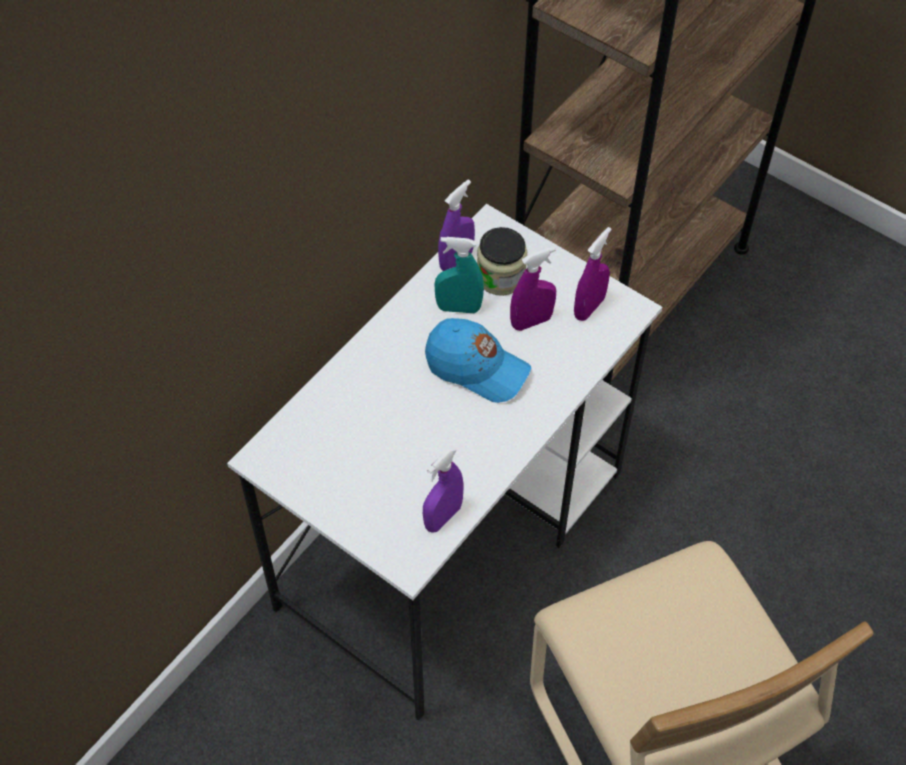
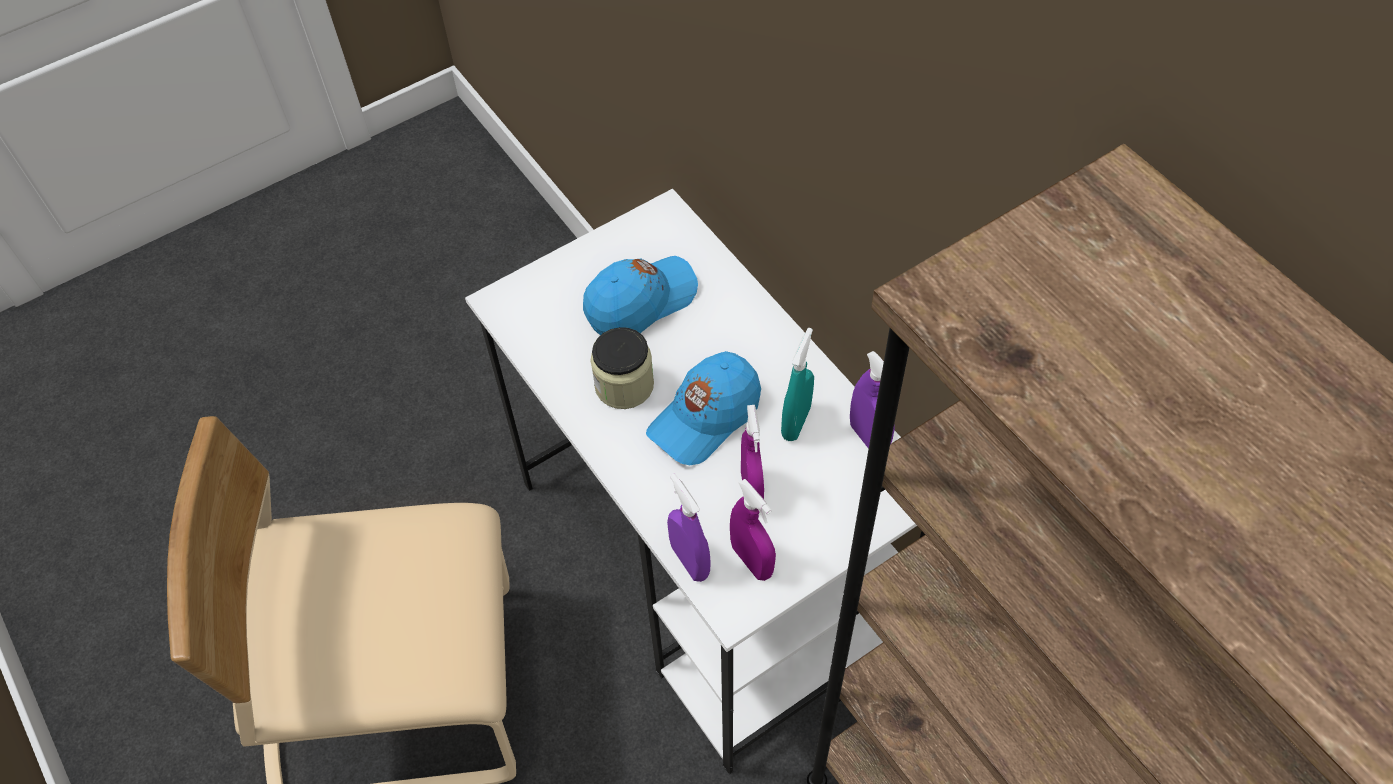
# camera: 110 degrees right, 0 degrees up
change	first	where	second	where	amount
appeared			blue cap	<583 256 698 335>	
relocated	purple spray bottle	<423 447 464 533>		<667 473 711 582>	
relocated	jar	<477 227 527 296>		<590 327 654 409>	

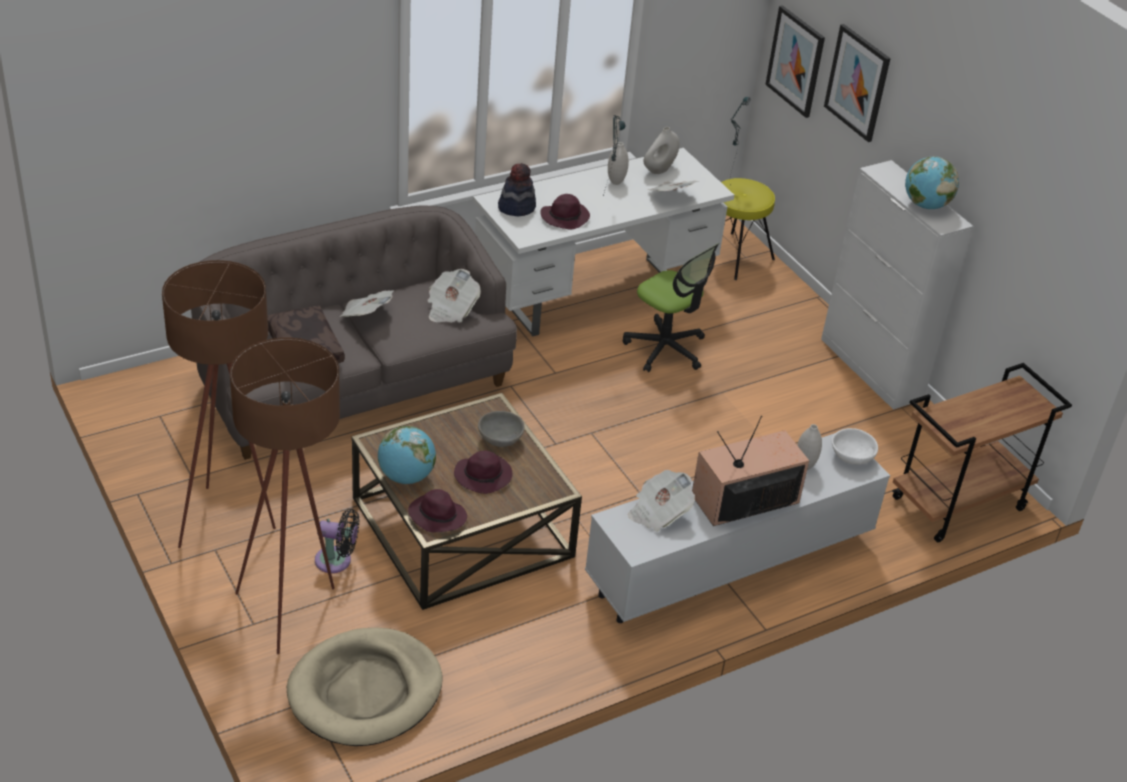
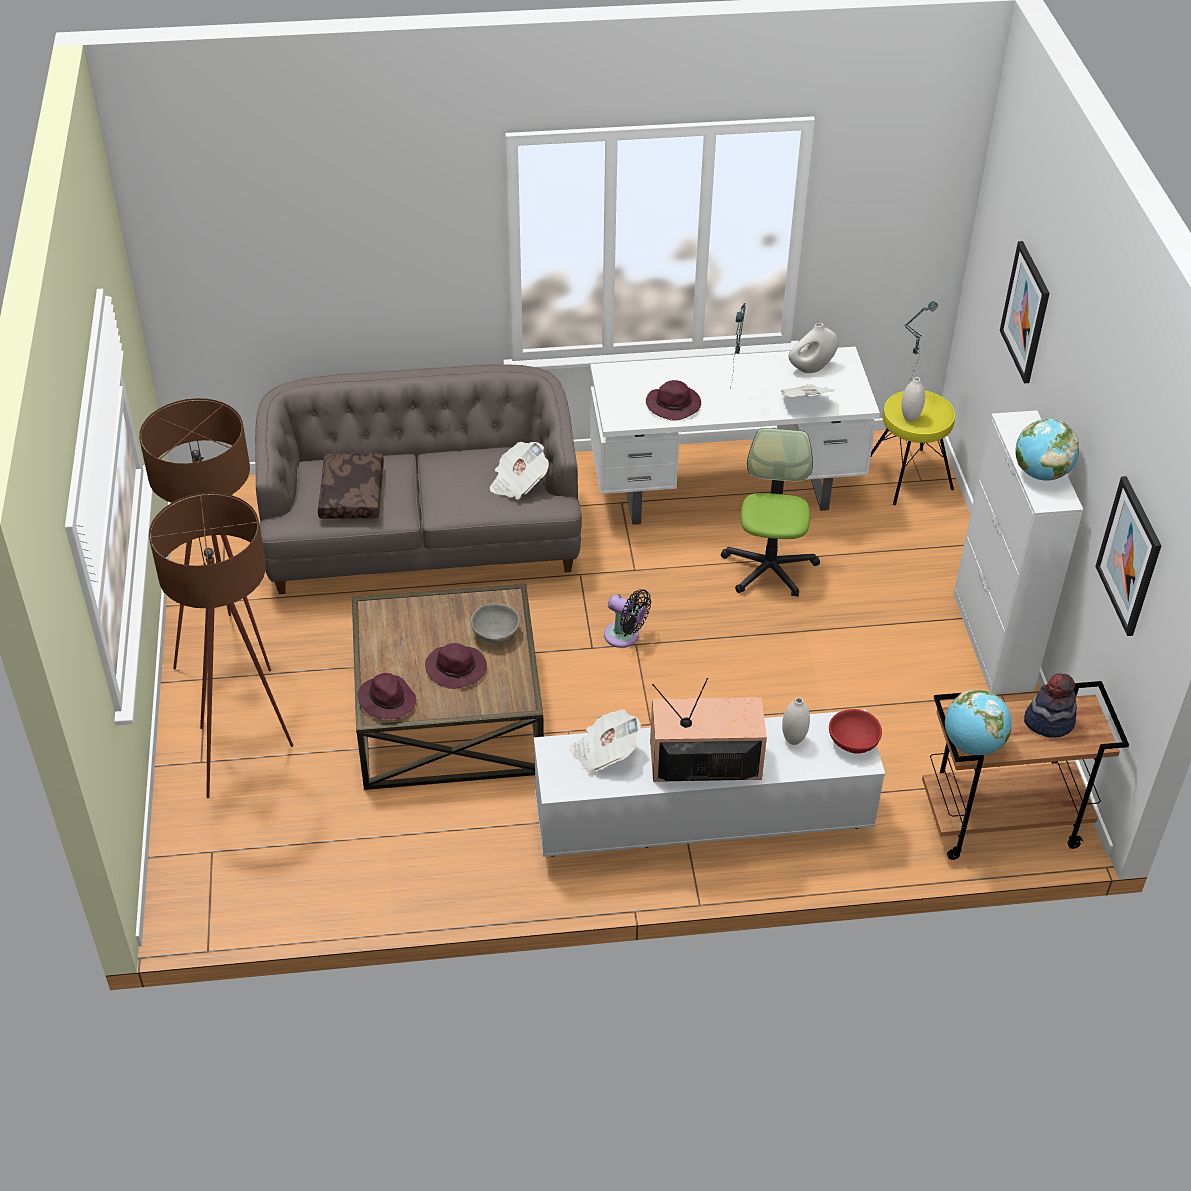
# camera: 25 degrees right, 5 degrees up
change	first	where	second	where	amount
missing	beige dog bed	<287 628 443 746>			
missing	newspaper	<340 290 394 317>			
relocated	black fan	<315 509 359 573>		<604 589 651 648>	
relocated	globe	<378 426 436 484>		<945 690 1012 755>	
relocated	hat	<498 163 536 216>		<1024 673 1077 737>	
relocated	white vase	<608 142 629 185>		<901 377 925 422>	
relocated	picture	<765 5 825 118>		<1095 476 1162 636>	
colour	white bowl	<832 428 878 465>	red bowl	<829 709 882 754>	
spun	office chair	<623 243 719 372>		<721 428 820 597>	150 degrees counterclockwise

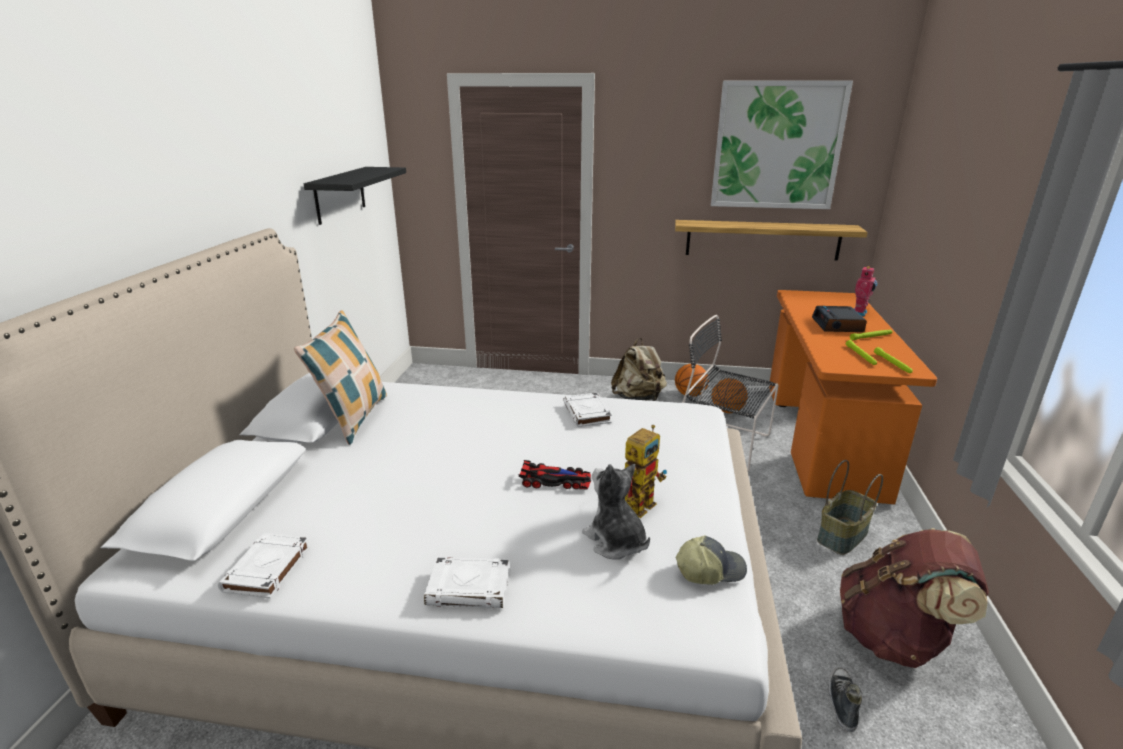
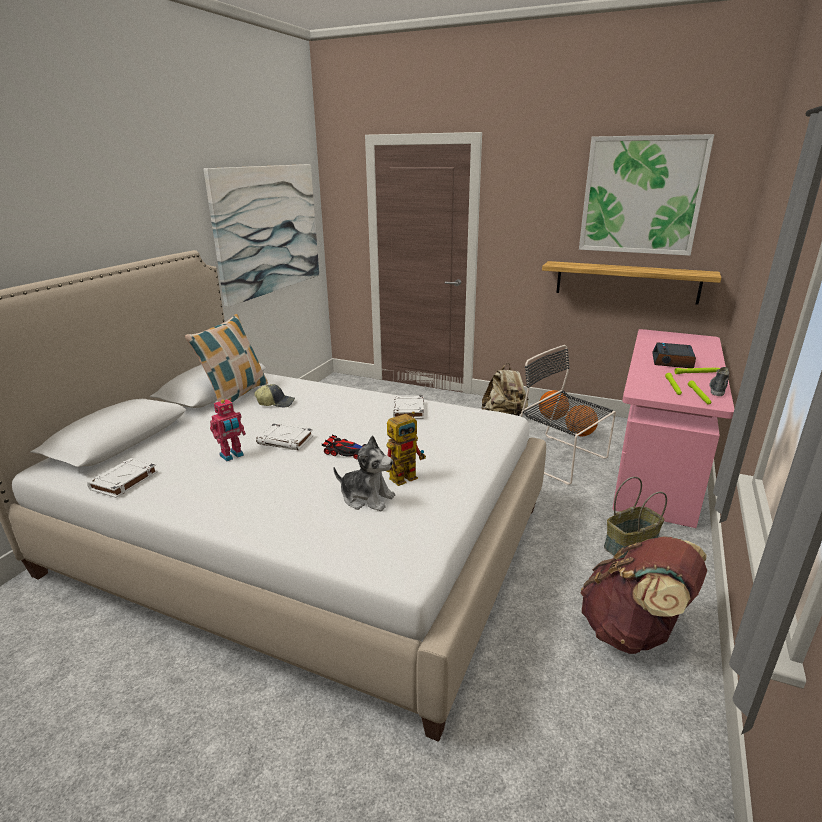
# camera: 15 degrees right, 0 degrees up
change	first	where	second	where	amount
relocated	white book	<424 557 510 609>		<256 423 313 450>	
relocated	cap	<676 536 747 585>		<254 384 295 408>	
relocated	shoe	<828 667 862 732>		<709 367 730 396>	
relocated	toy robot	<854 266 878 316>		<210 399 246 461>	
exchanged	black shelf	<304 167 406 225>	picture	<204 164 319 307>	
colour	orange desk	<769 290 937 504>	pink desk	<612 329 734 528>	
spun	plush toy	<582 464 650 559>		<333 436 395 511>	135 degrees clockwise

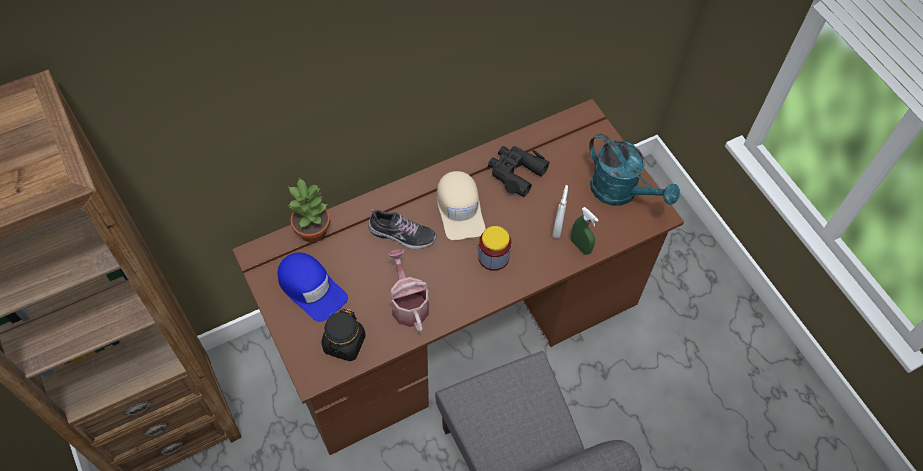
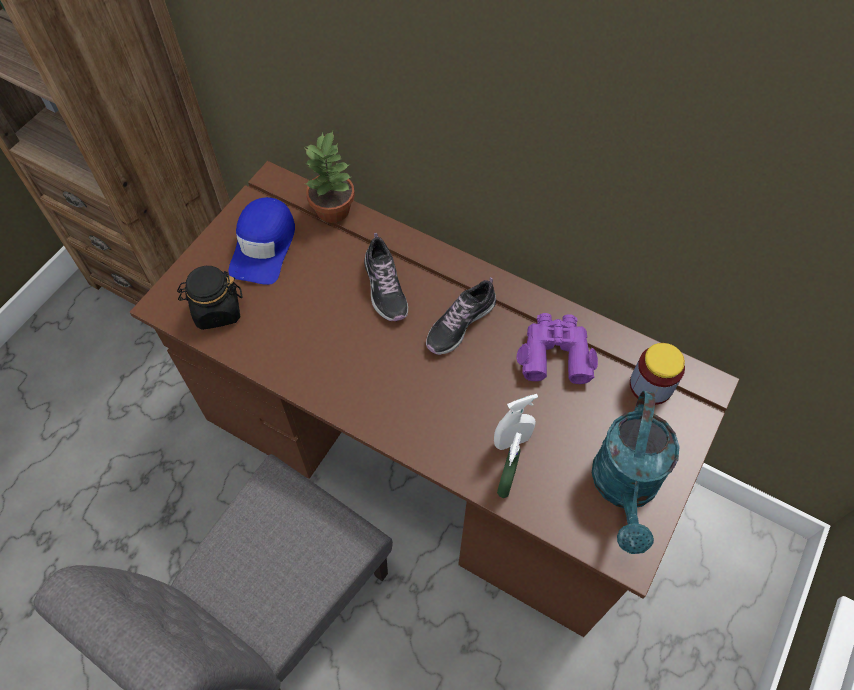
# camera: 60 degrees right, 0 degrees up
change	first	where	second	where	amount
missing	watering can	<388 249 431 333>			
relocated	jar	<478 226 511 271>		<630 343 685 405>	
exchanged	beige cap	<437 171 486 240>	shoe	<426 277 496 355>	
colour	black binoculars	<488 146 550 197>	purple binoculars	<517 313 598 384>	

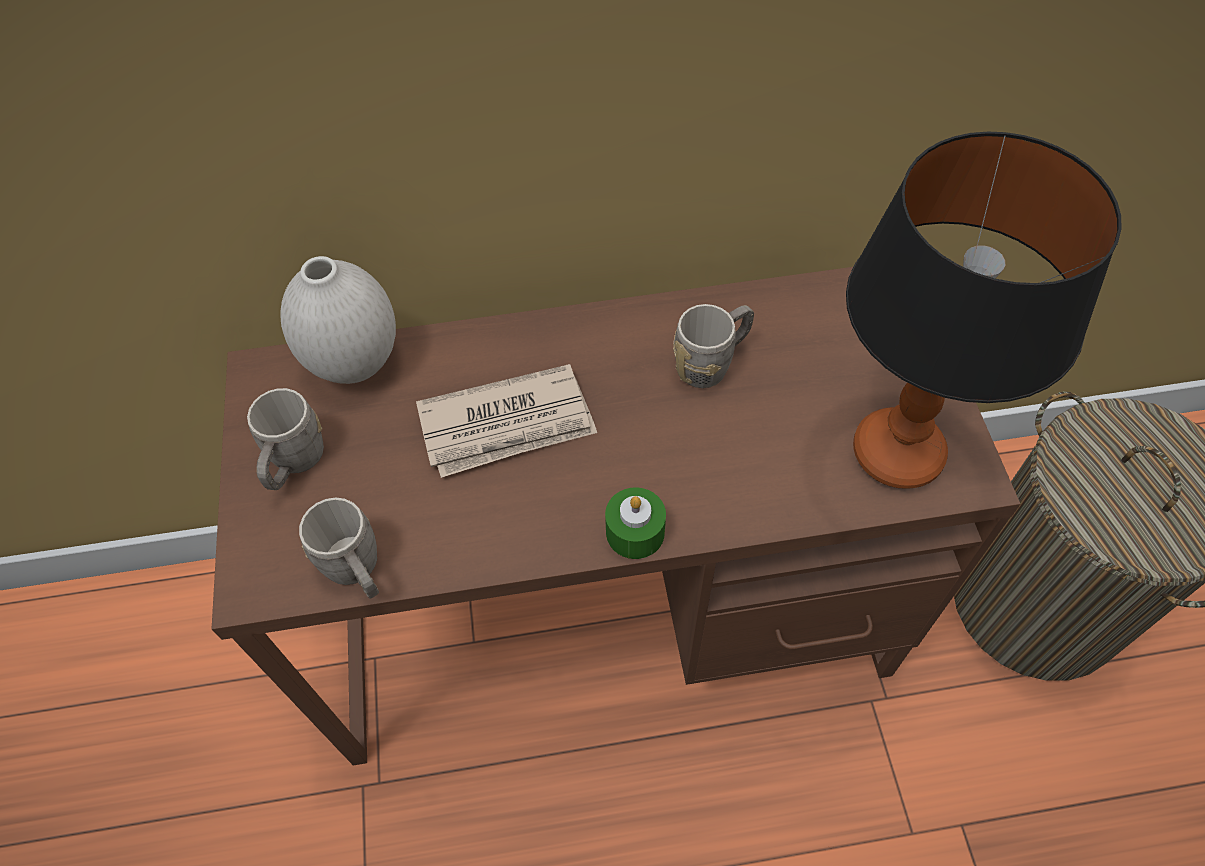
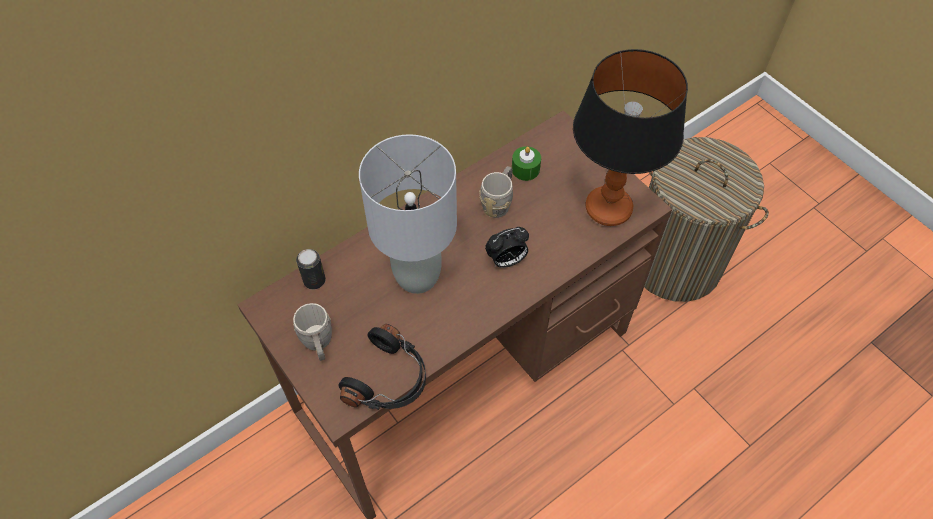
# camera: 30 degrees left, 0 degrees up
change	first	where	second	where	amount
appeared			alarm clock	<485 227 529 268>	
relocated	green candle	<605 487 666 559>		<512 146 541 181>	
exchanged	white vase	<280 256 396 384>	can	<296 249 326 289>	
exchanged	grey mug	<299 497 379 599>	black headphones	<338 324 426 410>	
exchanged	newspaper	<416 364 597 478>	grey table lamp	<359 134 457 294>	

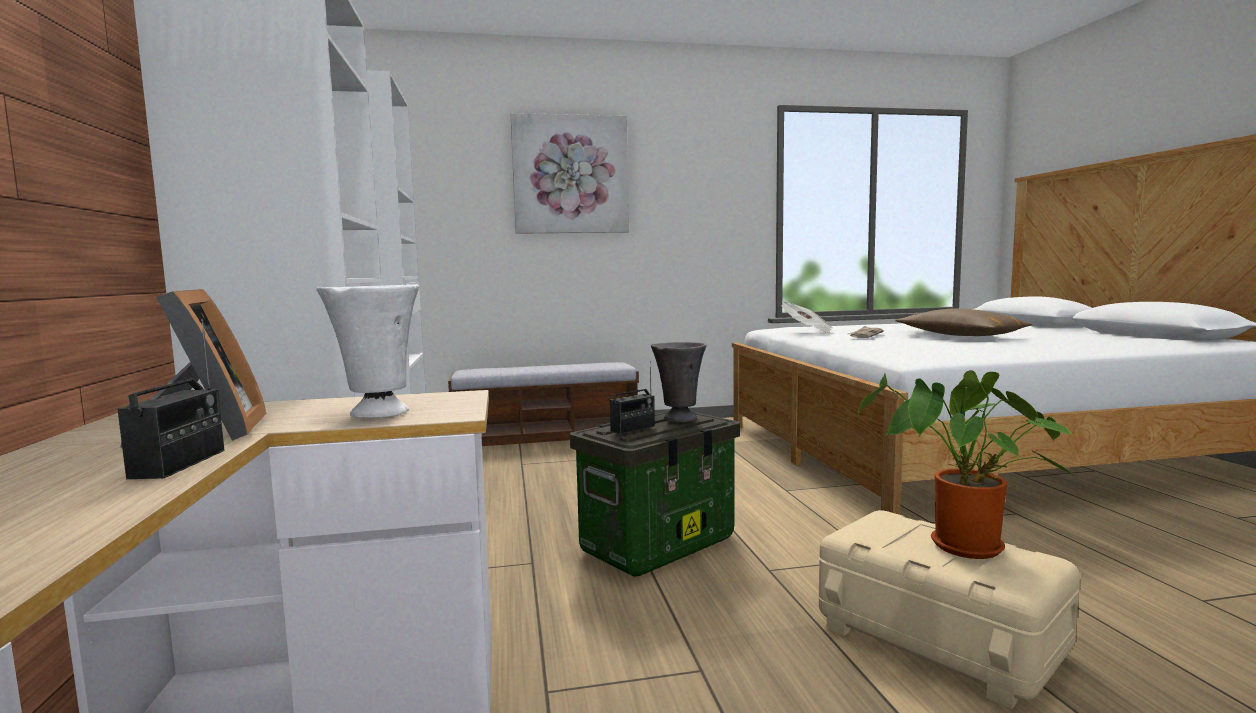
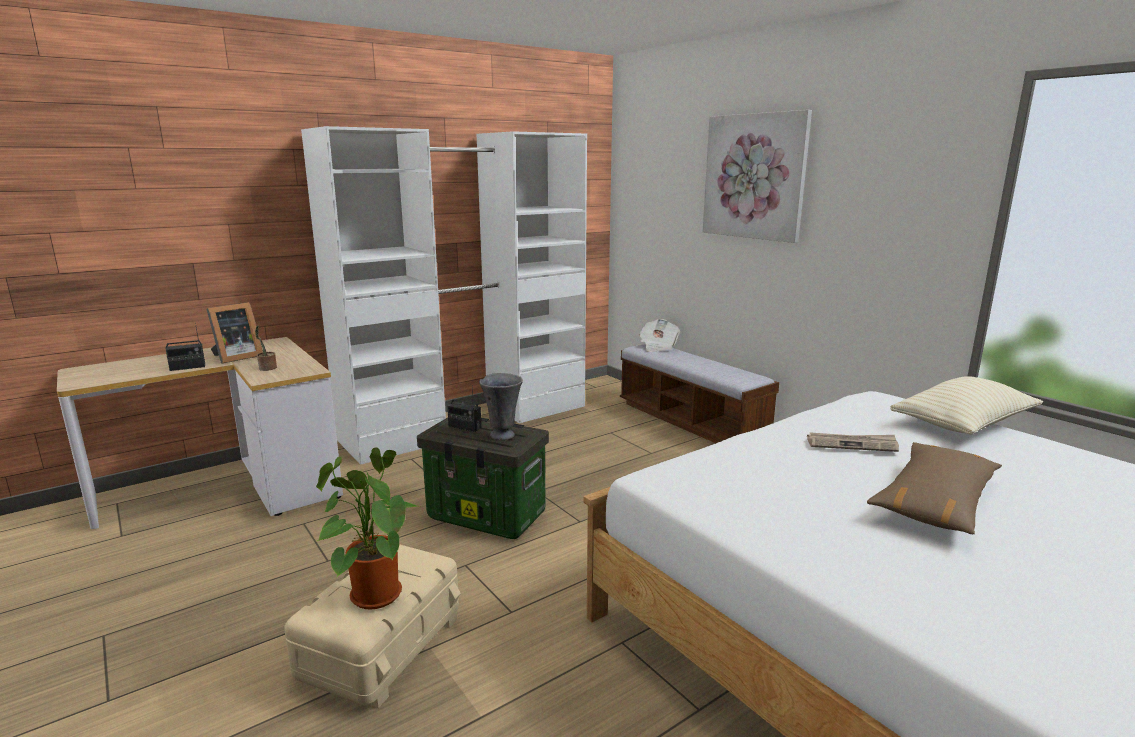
# camera: 65 degrees right, 10 degrees up
change	first	where	second	where	amount
appeared			beige pillow	<890 376 1043 435>	
relocated	newspaper	<782 301 832 333>		<639 319 680 352>	
exchanged	white vase	<316 284 419 418>	potted plant	<255 325 277 371>	

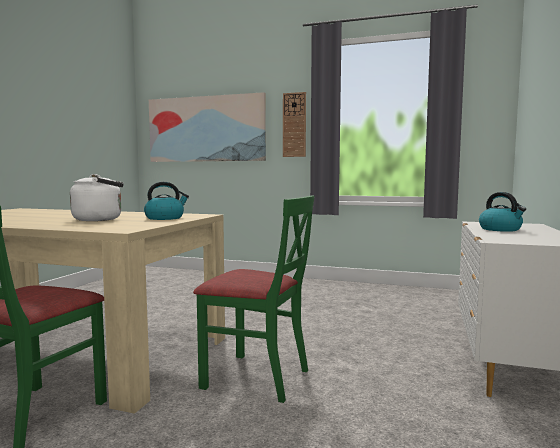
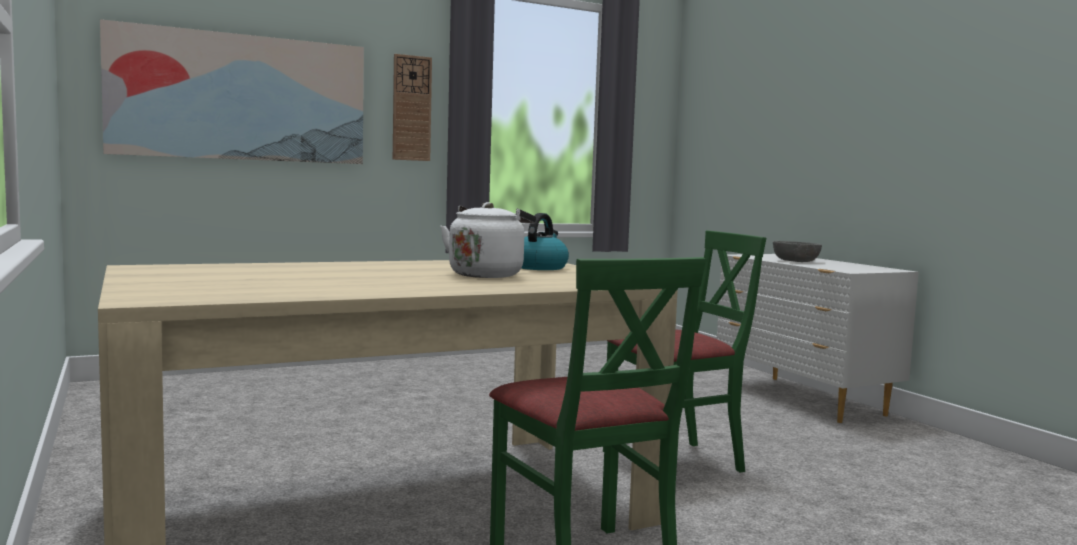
# camera: 45 degrees left, 0 degrees up
change	first	where	second	where	amount
exchanged	kettle	<479 192 526 232>	grey bowl	<773 241 822 262>	

